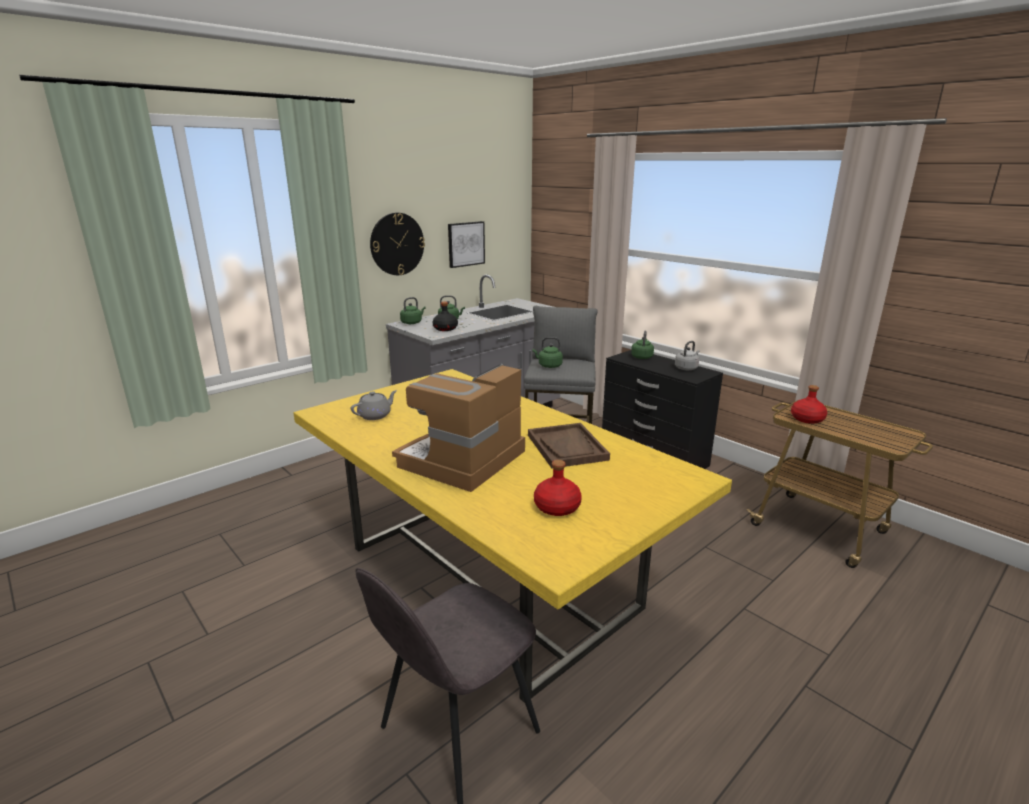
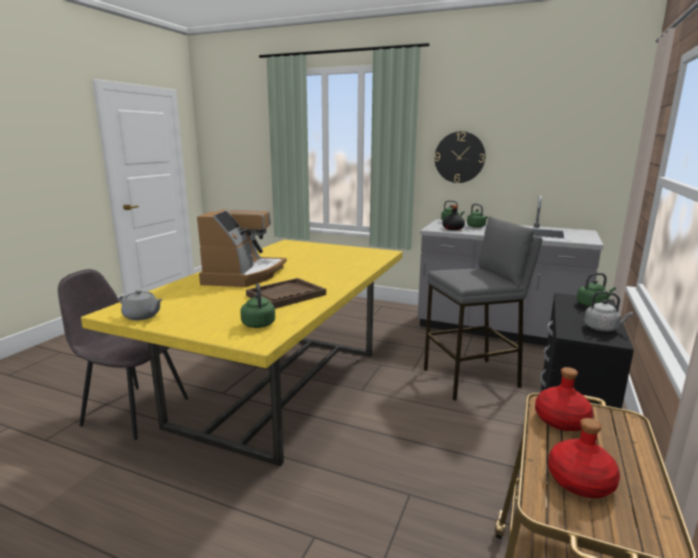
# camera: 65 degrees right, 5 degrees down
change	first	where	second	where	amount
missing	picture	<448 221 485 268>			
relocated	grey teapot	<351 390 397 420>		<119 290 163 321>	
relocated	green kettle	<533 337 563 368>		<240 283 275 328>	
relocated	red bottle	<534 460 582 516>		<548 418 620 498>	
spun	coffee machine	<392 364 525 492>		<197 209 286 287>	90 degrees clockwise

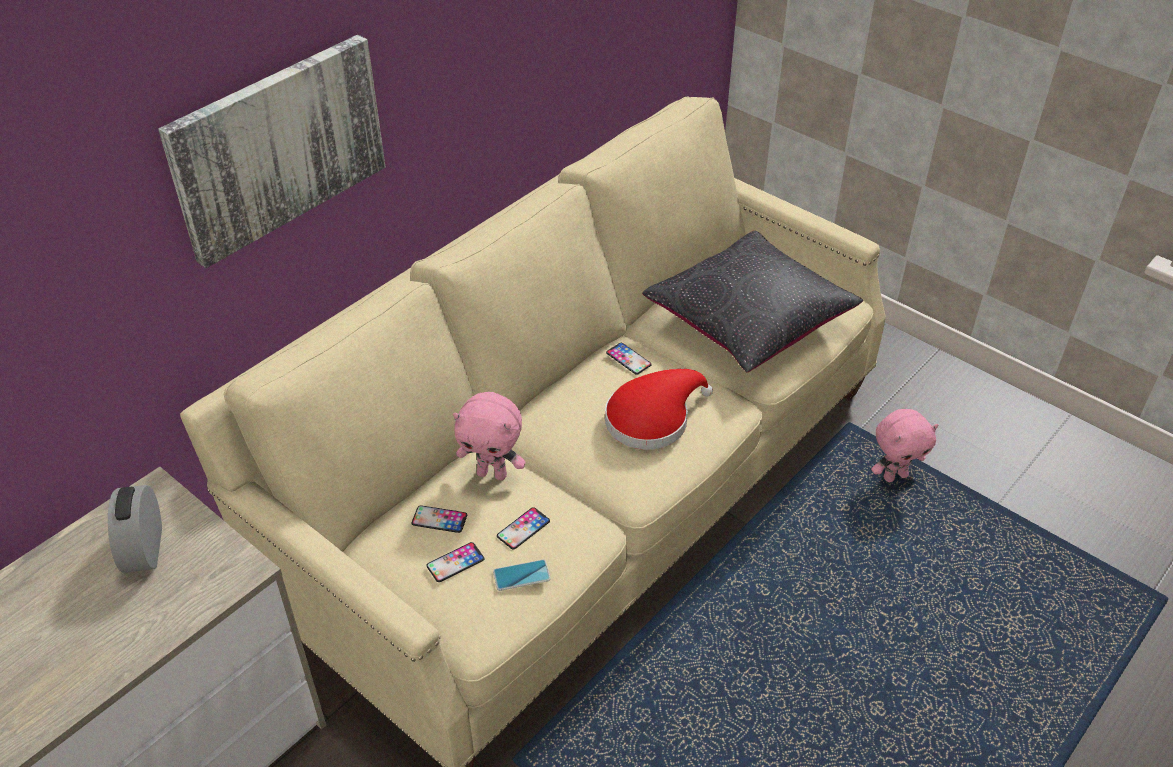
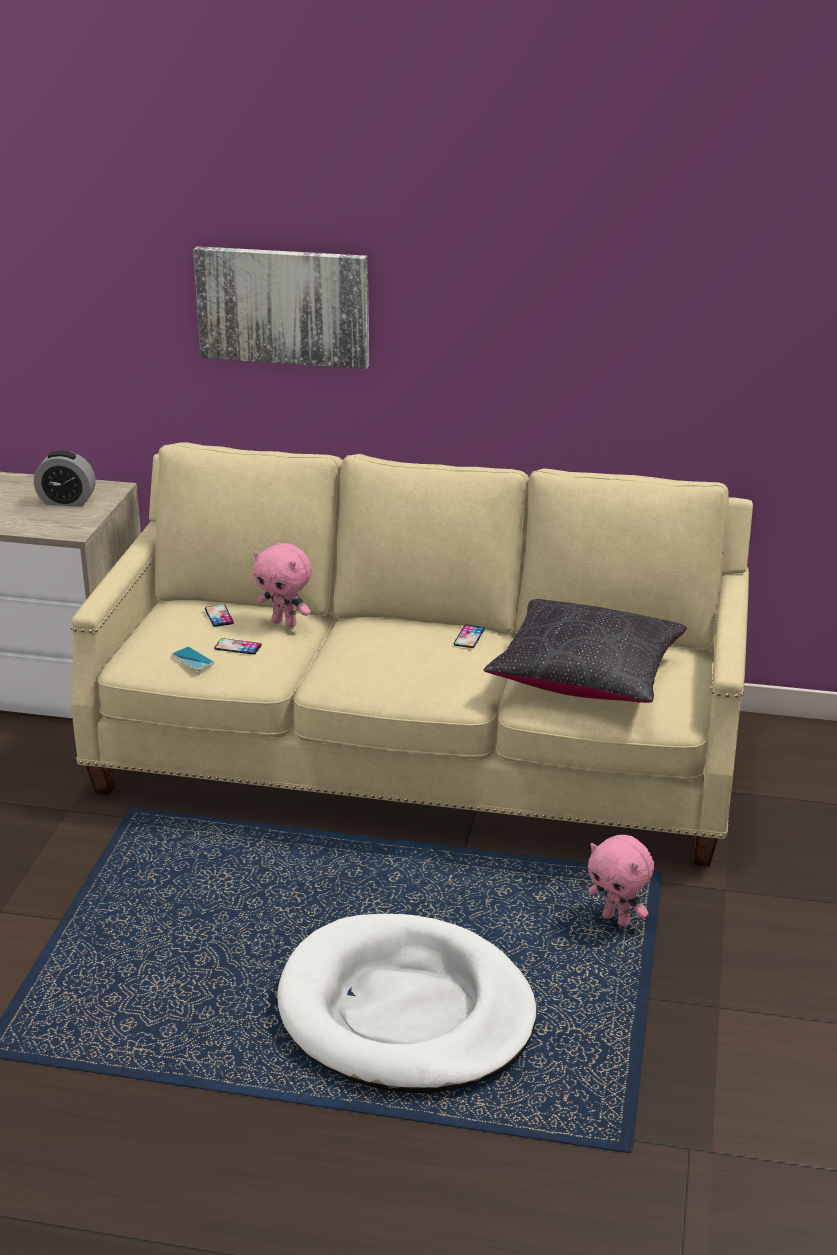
# camera: 60 degrees right, 15 degrees down
change	first	where	second	where	amount
missing	phone	<426 542 484 582>			
missing	red hat	<605 369 713 450>			
appeared			white dog bed	<277 914 536 1094>	
spun	alarm clock	<108 485 162 573>		<34 451 96 507>	135 degrees counterclockwise
spun	pink plush toy	<453 392 526 480>		<253 543 312 628>	45 degrees counterclockwise

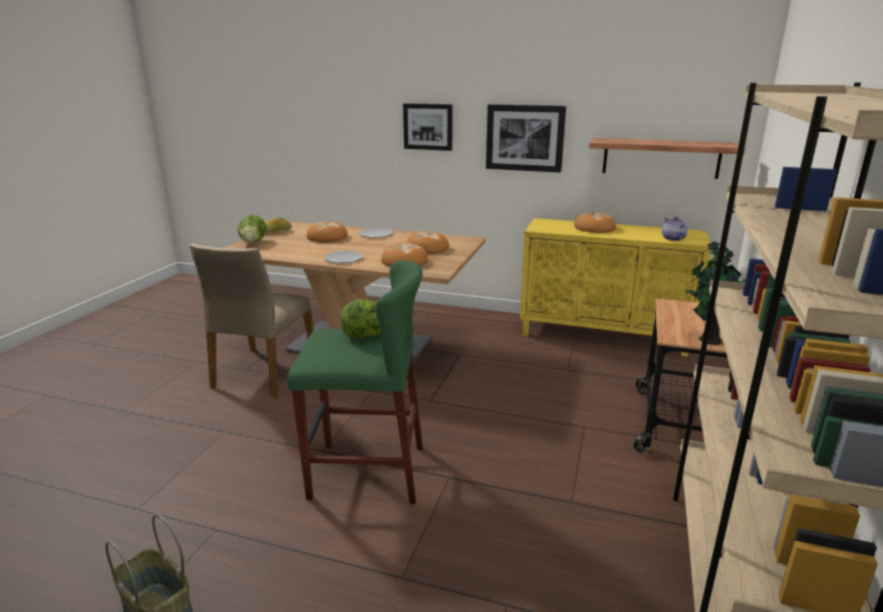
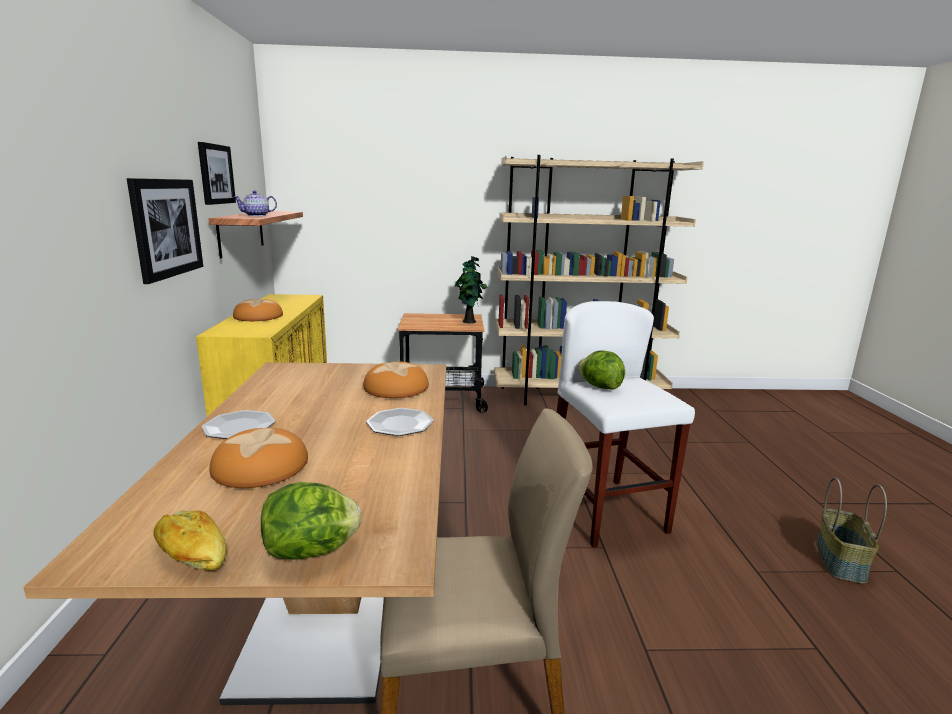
# camera: 110 degrees left, 5 degrees down
change	first	where	second	where	amount
missing	bread	<406 231 449 254>			
relocated	picture	<403 103 453 151>		<198 142 236 205>	
relocated	teapot	<662 217 687 241>		<234 191 277 216>	
colour	green stool	<287 261 423 504>	white stool	<557 301 695 547>	

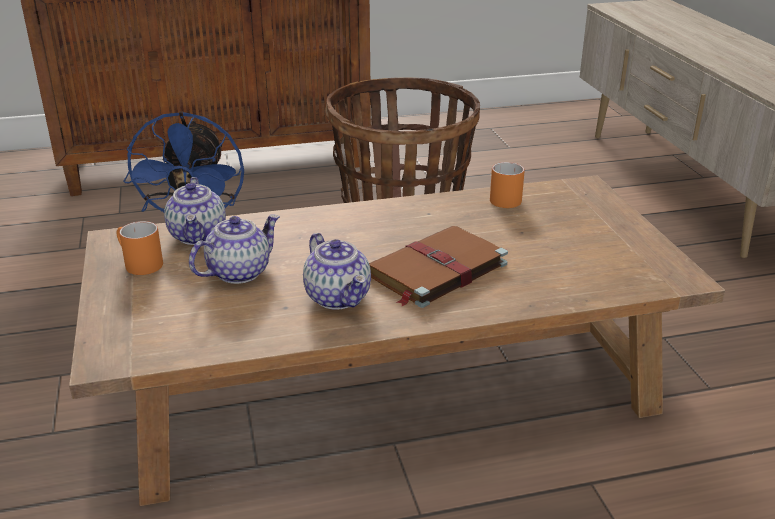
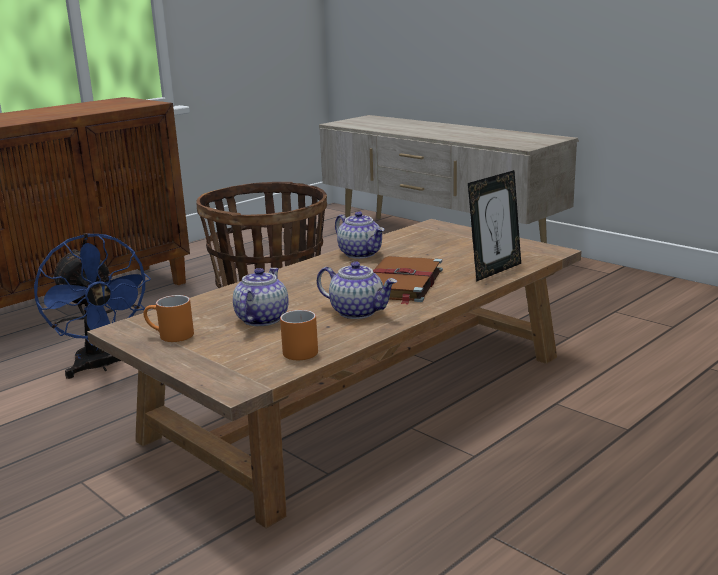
# camera: 30 degrees left, 10 degrees down
change	first	where	second	where	amount
appeared			picture frame	<468 170 521 282>	
relocated	teapot	<164 177 226 245>		<335 211 385 259>	
relocated	orange mug	<490 162 525 208>		<280 310 318 360>	

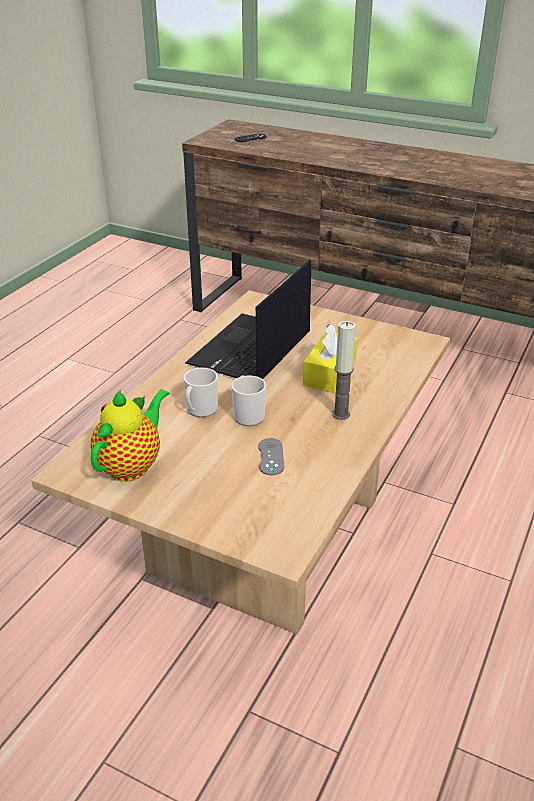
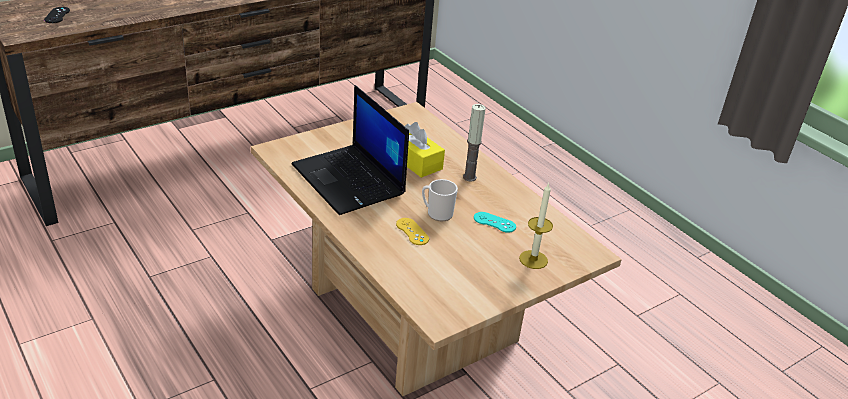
# camera: 65 degrees left, 0 degrees up
change	first	where	second	where	amount
missing	teapot	<90 389 169 482>			
appeared			candle	<519 183 553 269>	
exchanged	mug	<184 368 218 418>	yellow game controller	<396 218 429 245>	
colour	grey game controller	<258 438 284 475>	turquoise game controller	<474 212 516 233>	

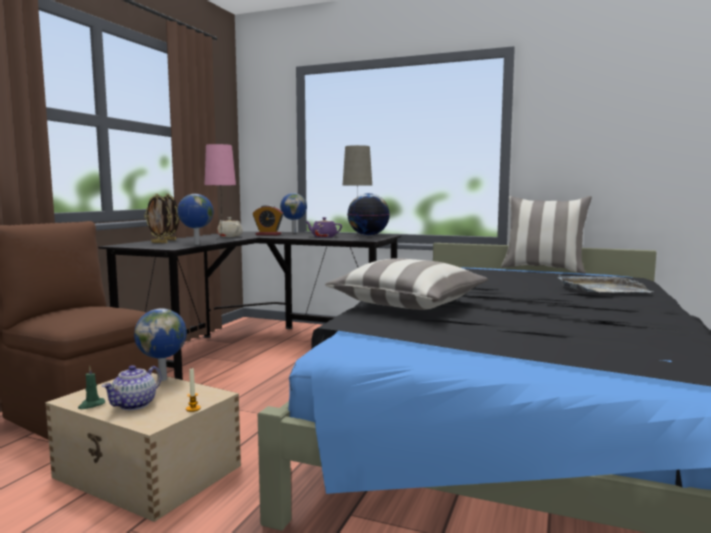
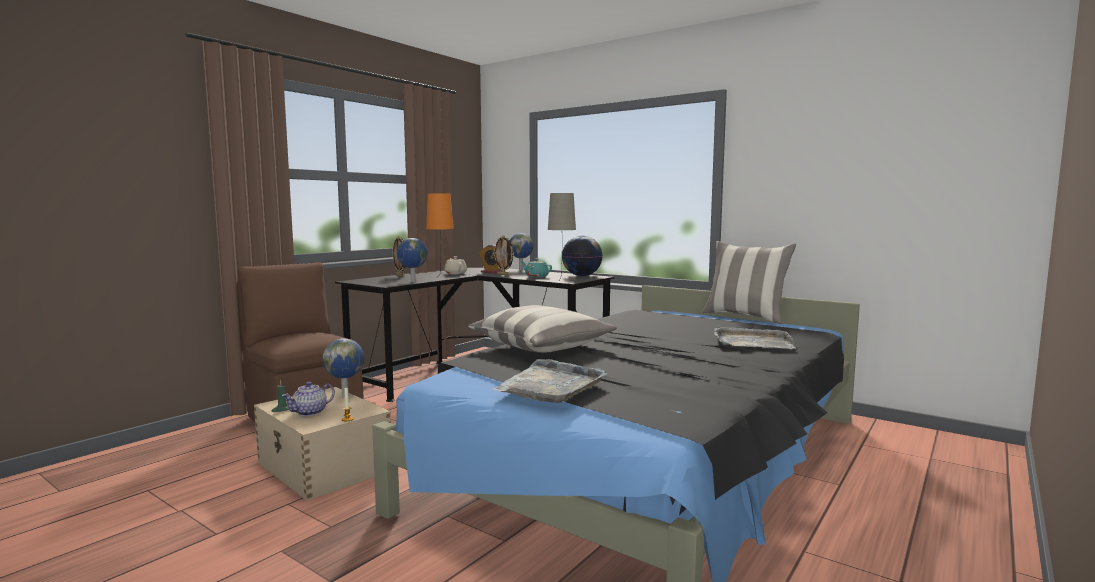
# camera: 15 degrees right, 0 degrees up
change	first	where	second	where	amount
appeared			grey tray	<493 359 607 403>	
relocated	picture frame	<144 194 172 243>		<493 235 514 275>	
colour	pink table lamp	<205 144 236 238>	orange table lamp	<426 193 454 278>	
colour	purple teapot	<305 217 342 238>	turquoise teapot	<521 258 552 278>	

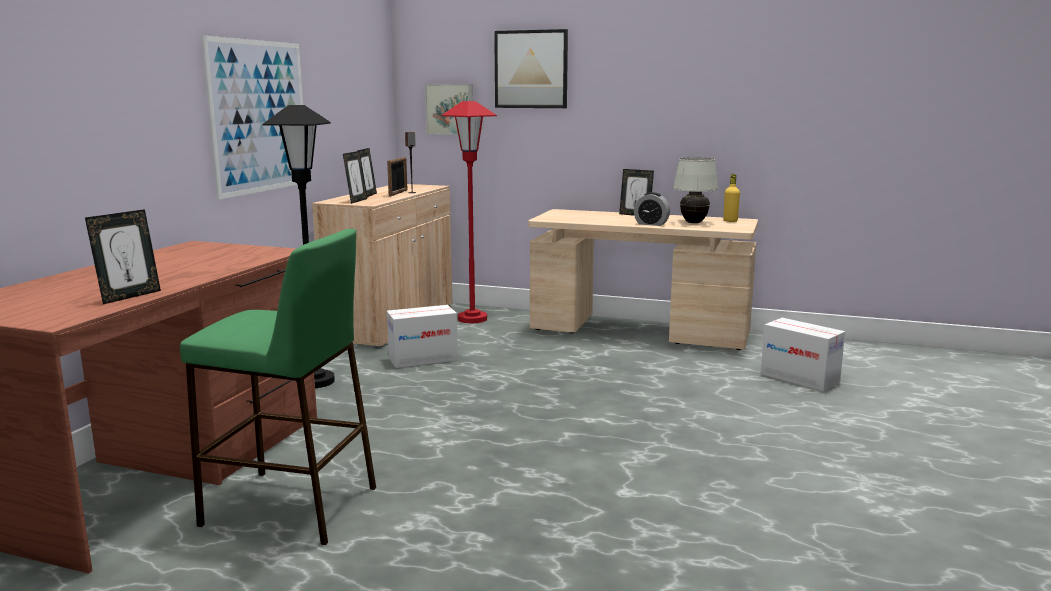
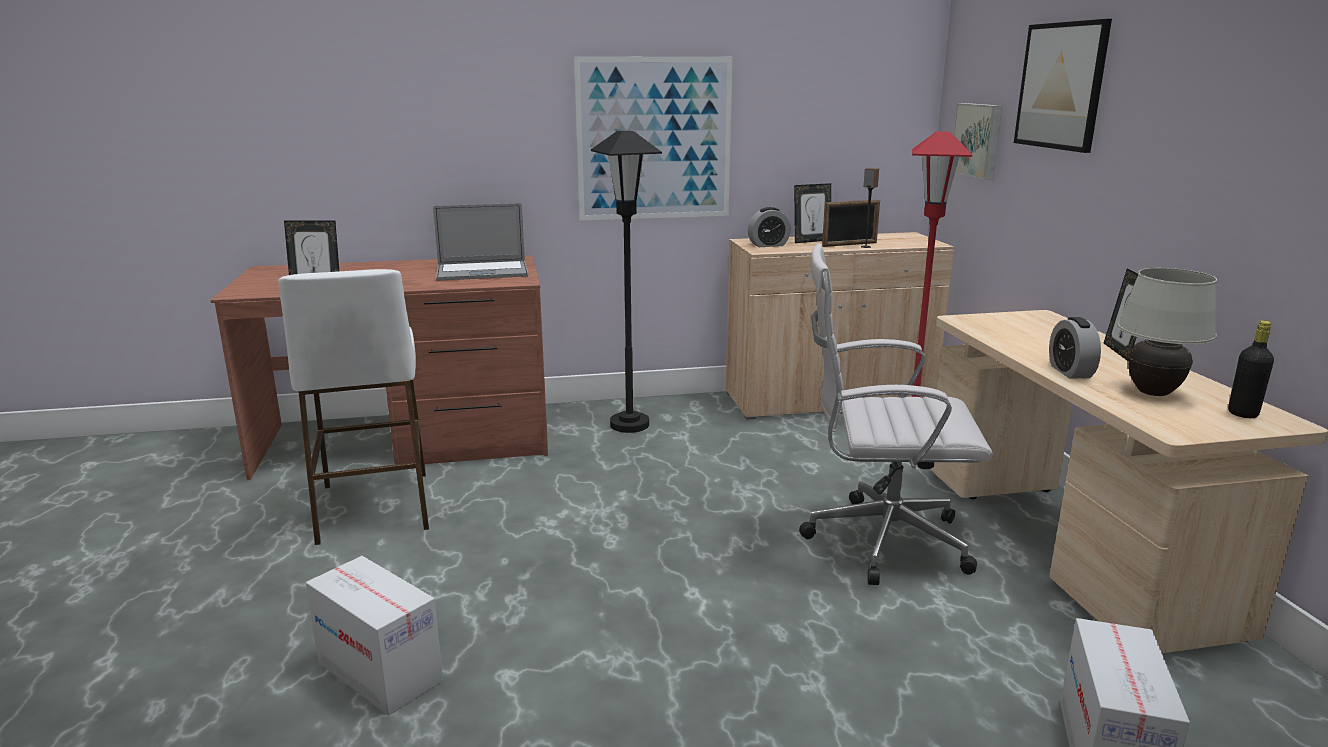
# camera: 60 degrees right, 5 degrees up
change	first	where	second	where	amount
appeared			laptop	<433 203 528 281>	
appeared			white office chair	<799 243 993 585>	
relocated	cardboard box	<387 305 458 368>		<306 556 443 716>	
exchanged	picture frame	<343 151 367 204>	alarm clock	<748 207 791 247>	
colour	green stool	<180 229 376 545>	white stool	<278 269 429 545>	
colour	yellow bottle	<723 174 740 222>	black bottle	<1228 320 1274 418>	

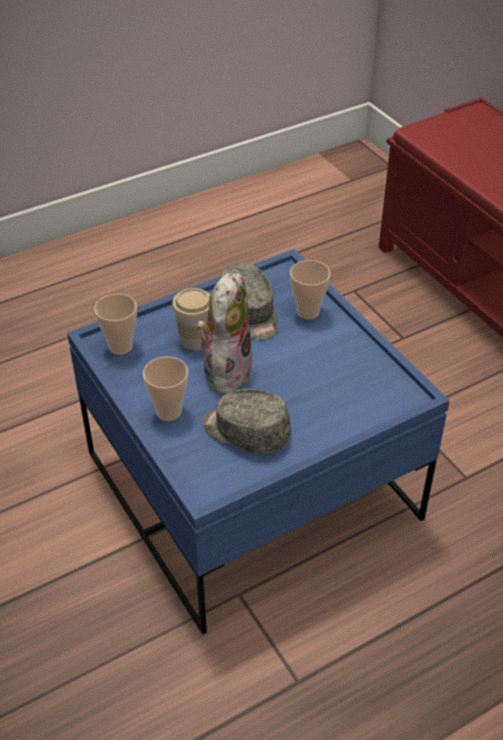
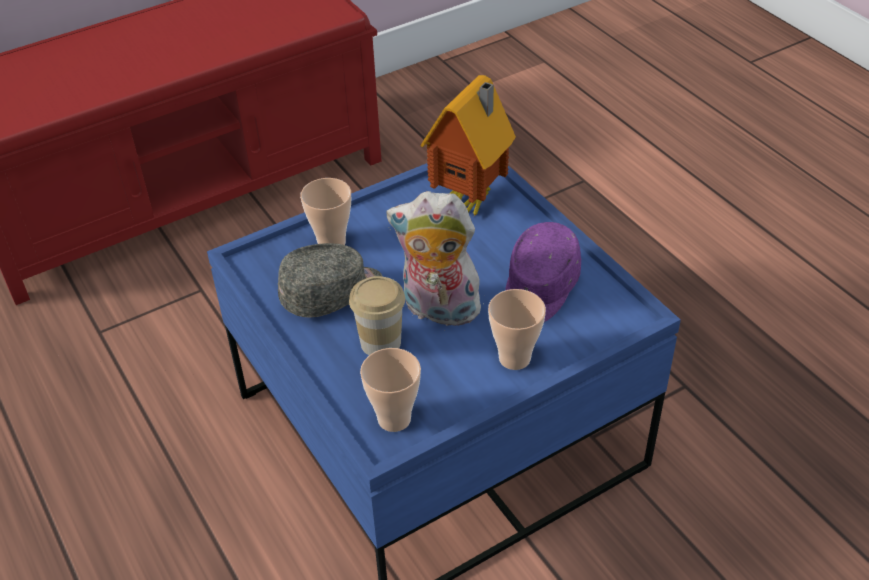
# camera: 90 degrees left, 0 degrees up
change	first	where	second	where	amount
appeared			toy house	<420 75 516 216>	
colour	grey cap	<202 389 291 454>	purple cap	<505 222 581 322>	

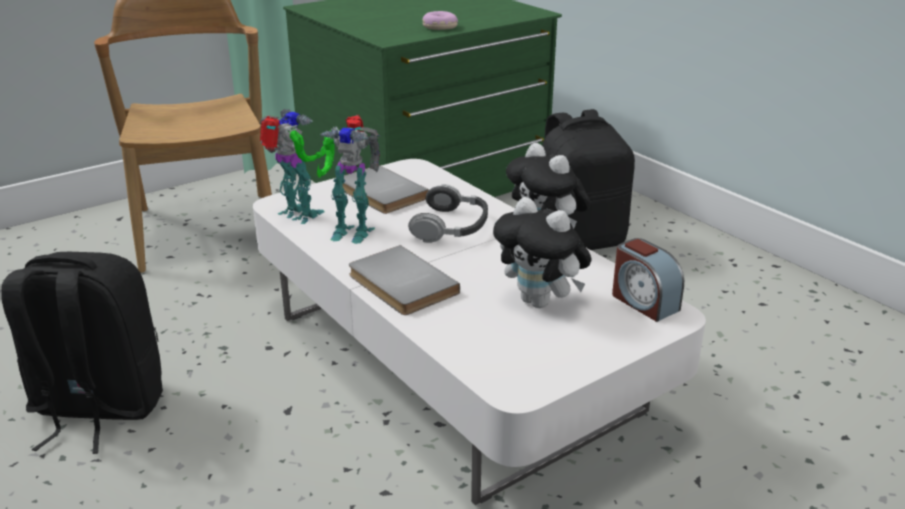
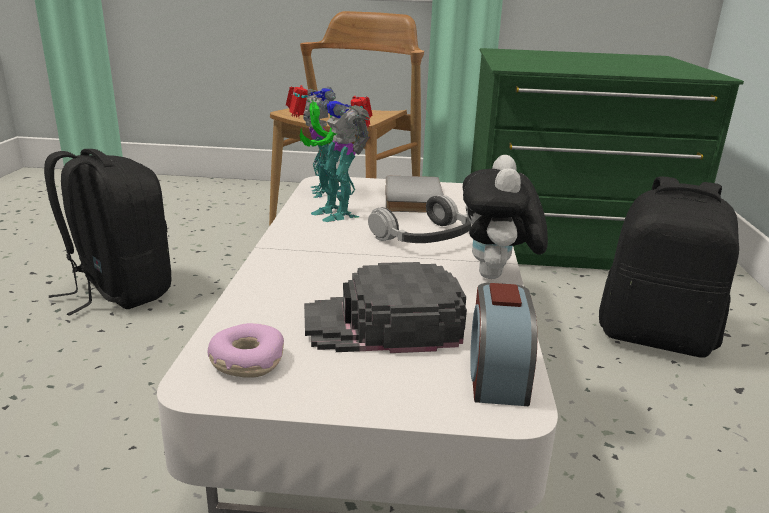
# camera: 40 degrees right, 5 degrees down
change	first	where	second	where	amount
missing	grey book	<349 245 460 315>			
relocated	donut	<422 11 458 30>		<208 323 284 378>	
exchanged	plush toy	<493 197 592 308>	black cap	<304 262 467 353>	

